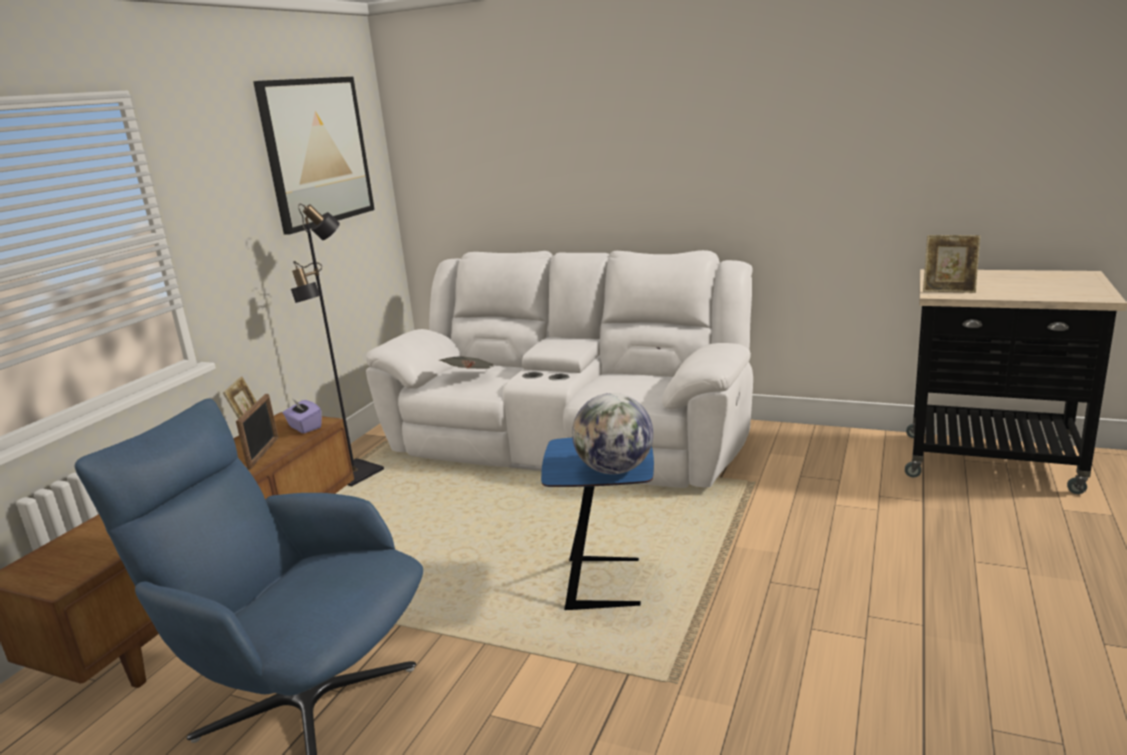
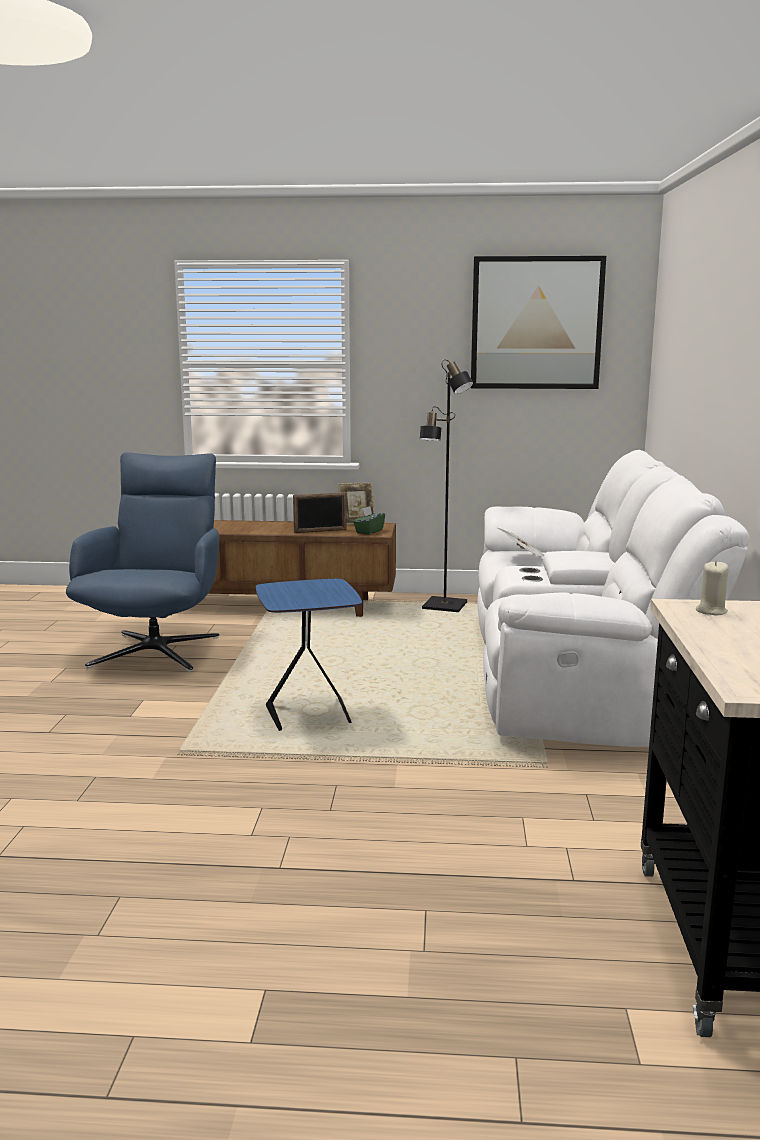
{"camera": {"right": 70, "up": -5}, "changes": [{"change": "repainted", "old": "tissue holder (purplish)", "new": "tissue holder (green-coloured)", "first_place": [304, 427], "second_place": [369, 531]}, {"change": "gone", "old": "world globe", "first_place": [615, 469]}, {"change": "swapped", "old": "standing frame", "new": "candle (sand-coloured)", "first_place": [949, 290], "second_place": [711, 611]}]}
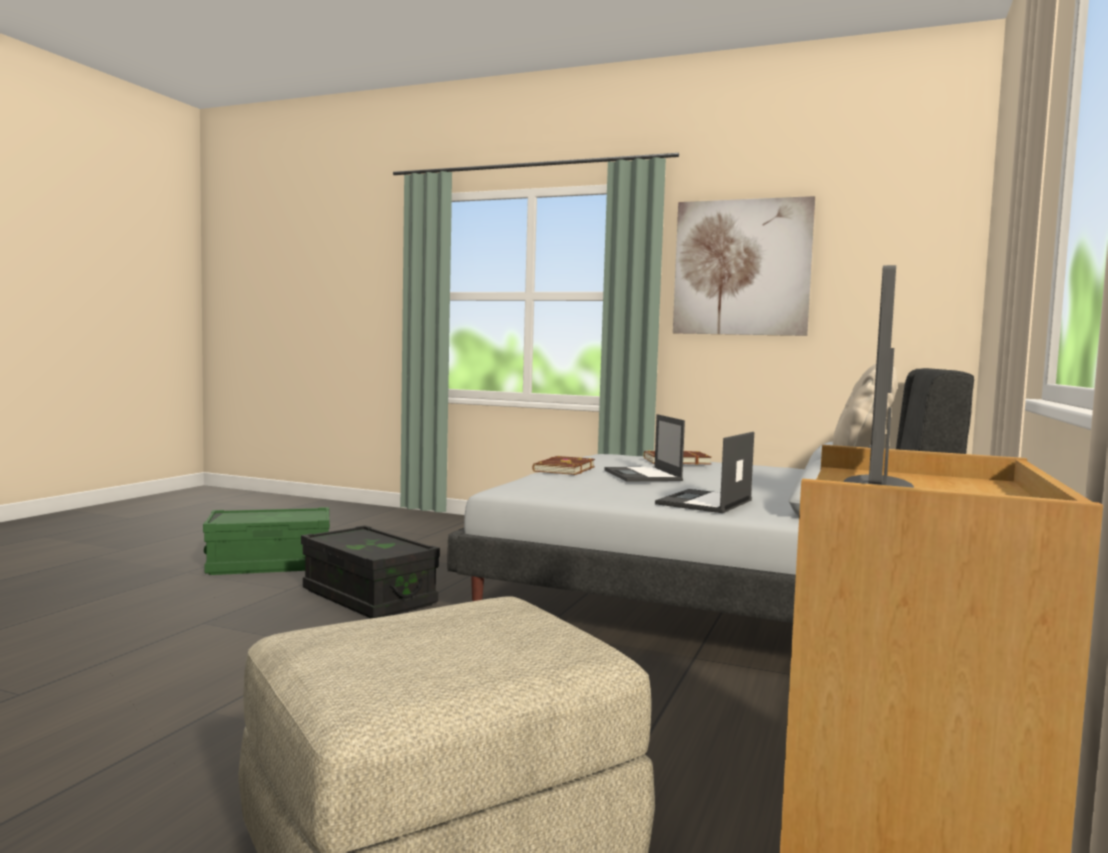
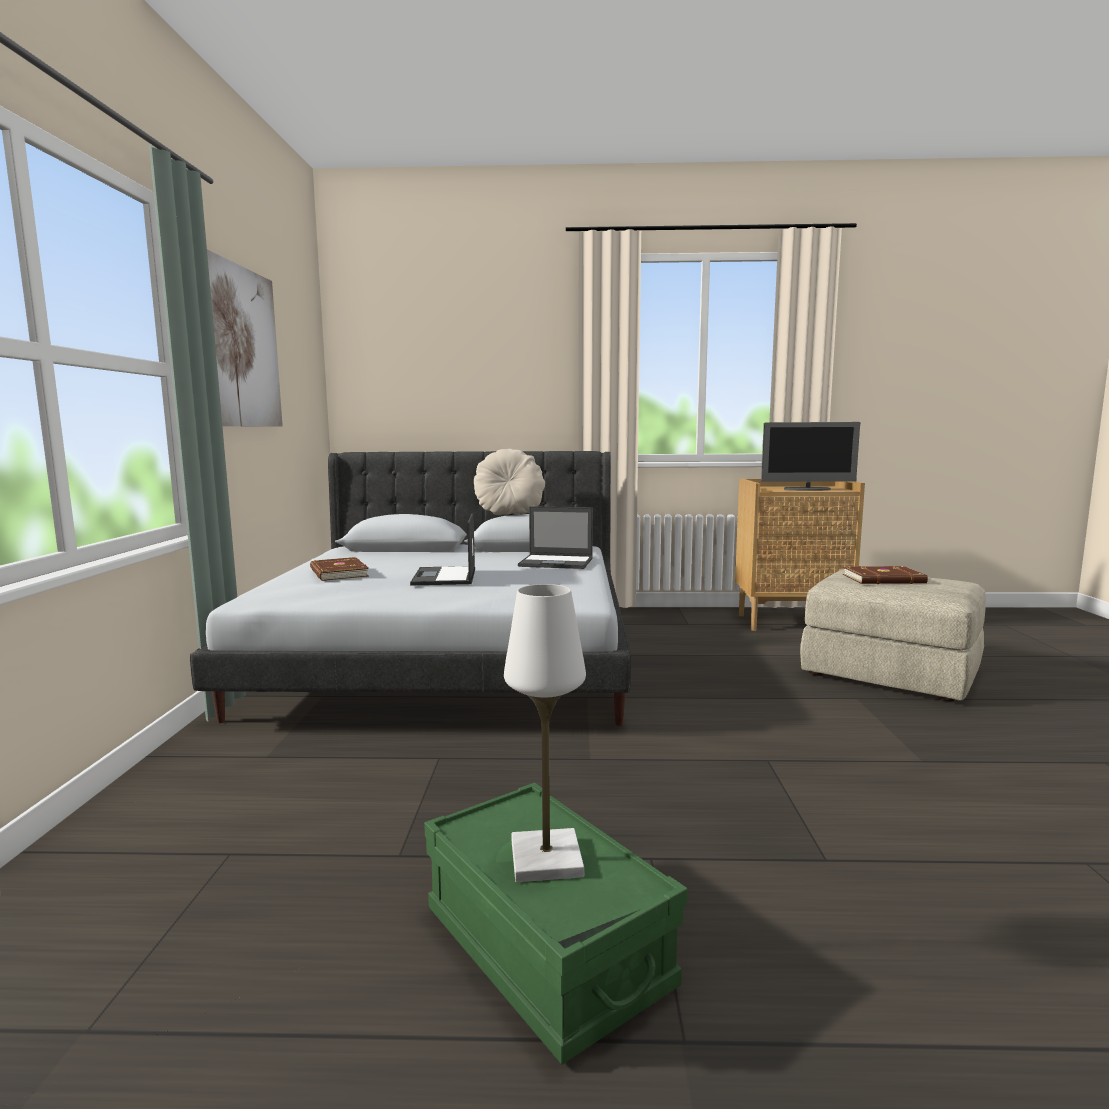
{"camera": {"right": -110, "up": 5}, "changes": [{"change": "gone", "old": "storage container (blackish)", "first_place": [368, 597]}, {"change": "shifted", "old": "bound book (brownish)", "first_place": [563, 469], "second_place": [884, 579]}, {"change": "rotated", "old": "notebook computer", "first_place": [643, 475], "second_place": [445, 577], "degrees": 120}, {"change": "new", "new": "lamp for a table (white)", "second_place": [546, 859]}]}
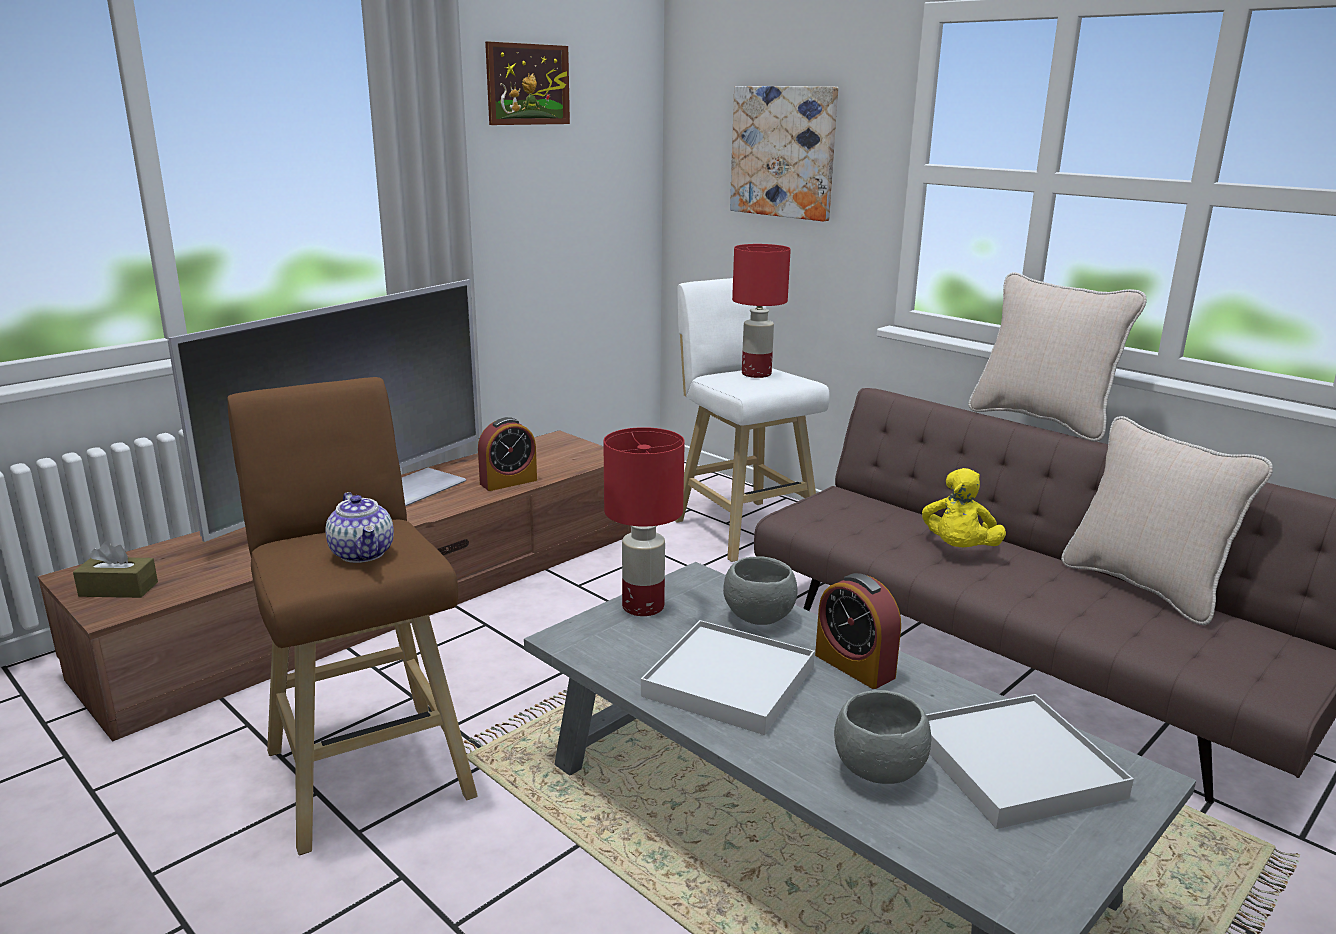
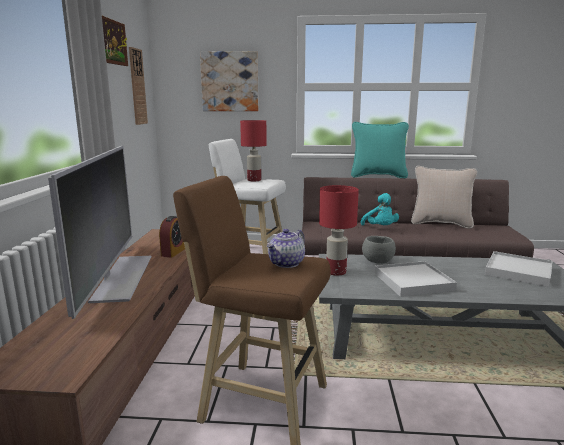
{"camera": {"right": -40, "up": -5}, "changes": [{"change": "gone", "old": "tissue holder (brownish)", "first_place": [118, 589]}, {"change": "rotated", "old": "pot for tea", "first_place": [363, 553], "second_place": [286, 263], "degrees": 105}, {"change": "gone", "old": "table clock", "first_place": [854, 666]}, {"change": "gone", "old": "deep dish (greyish)", "first_place": [877, 771]}, {"change": "repainted", "old": "plush toy (yellow)", "new": "plush toy (turquoise)", "first_place": [958, 550], "second_place": [380, 228]}, {"change": "repainted", "old": "pillow (sand-coloured)", "new": "pillow (turquoise)", "first_place": [1042, 420], "second_place": [378, 176]}, {"change": "new", "new": "clock on the wall", "second_place": [137, 87]}]}
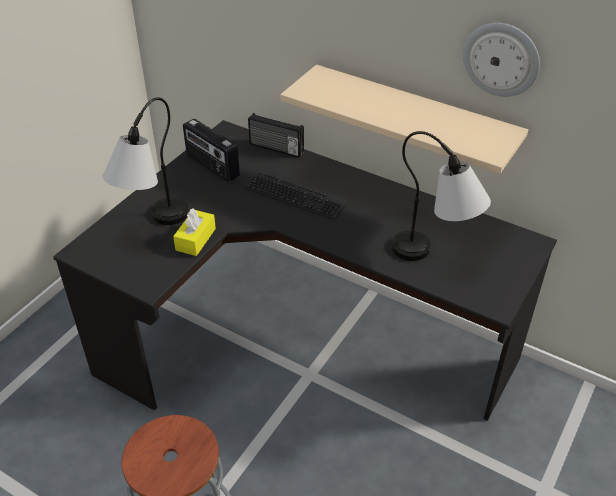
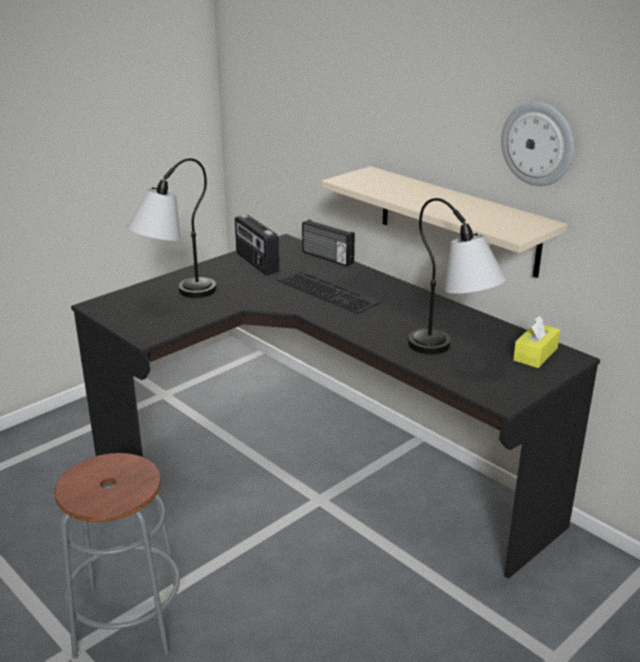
{"camera": {"right": 15, "up": -15}, "changes": [{"change": "shifted", "old": "tissue holder (yellow)", "first_place": [195, 239], "second_place": [535, 354]}]}
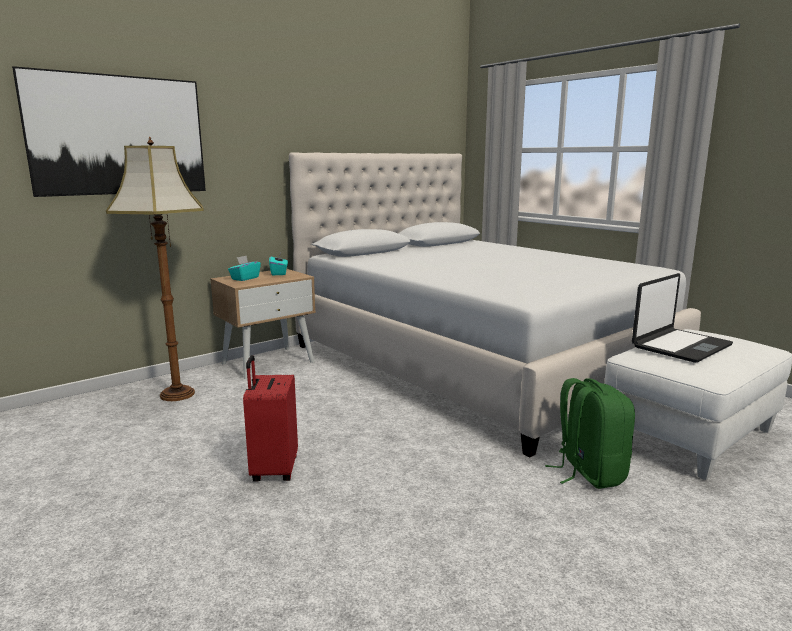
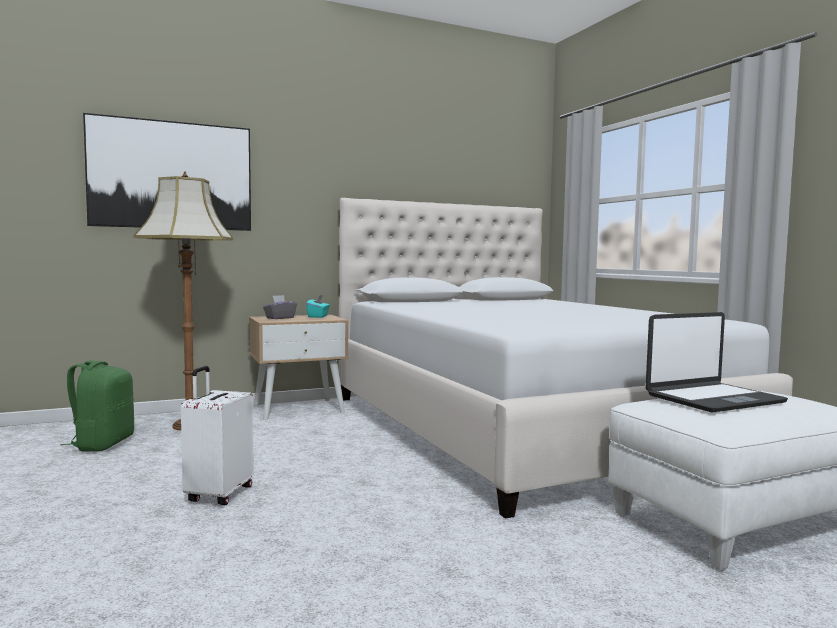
{"camera": {"right": 15, "up": -10}, "changes": [{"change": "repainted", "old": "tissue holder (turquoise)", "new": "tissue holder (greyish)", "first_place": [245, 278], "second_place": [280, 318]}, {"change": "repainted", "old": "piece of luggage (red)", "new": "piece of luggage (white)", "first_place": [273, 470], "second_place": [218, 495]}, {"change": "shifted", "old": "knapsack (green-coloured)", "first_place": [588, 472], "second_place": [102, 444]}]}
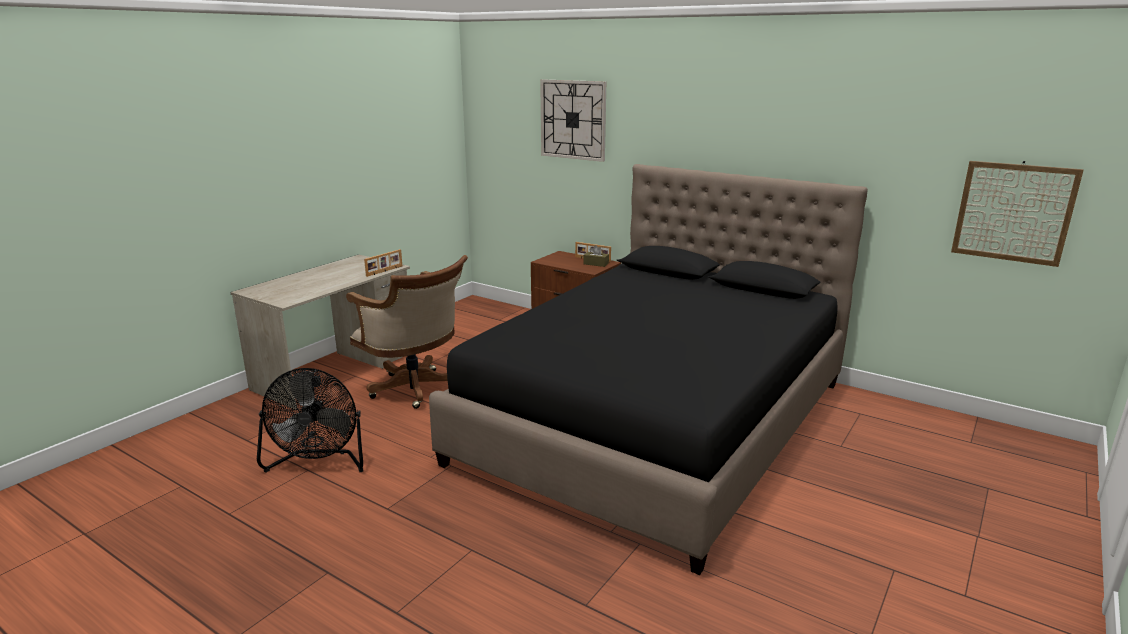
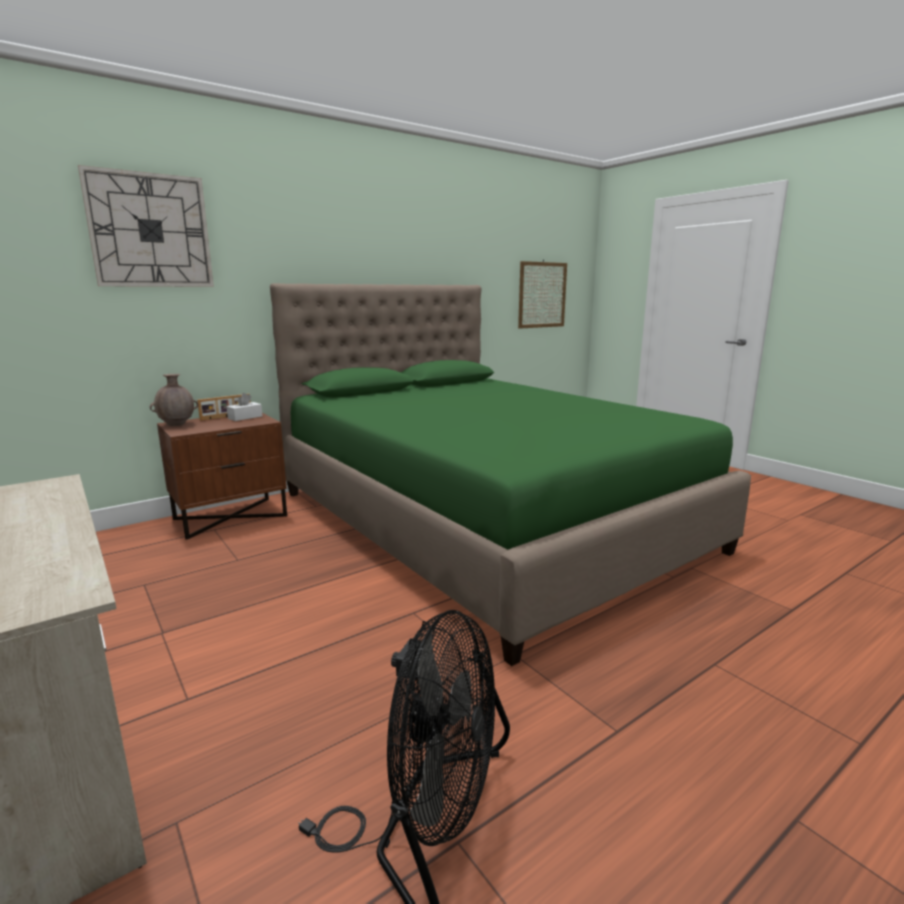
{"camera": {"right": -70, "up": -5}, "changes": [{"change": "gone", "old": "computer chair", "first_place": [417, 390]}, {"change": "gone", "old": "standing frame", "first_place": [385, 271]}, {"change": "repainted", "old": "bed (blackish)", "new": "bed (green-coloured)", "first_place": [658, 421], "second_place": [483, 519]}, {"change": "repainted", "old": "tissue holder (brownish)", "new": "tissue holder (white)", "first_place": [596, 264], "second_place": [245, 417]}, {"change": "new", "new": "vase (brownish)", "second_place": [177, 425]}]}
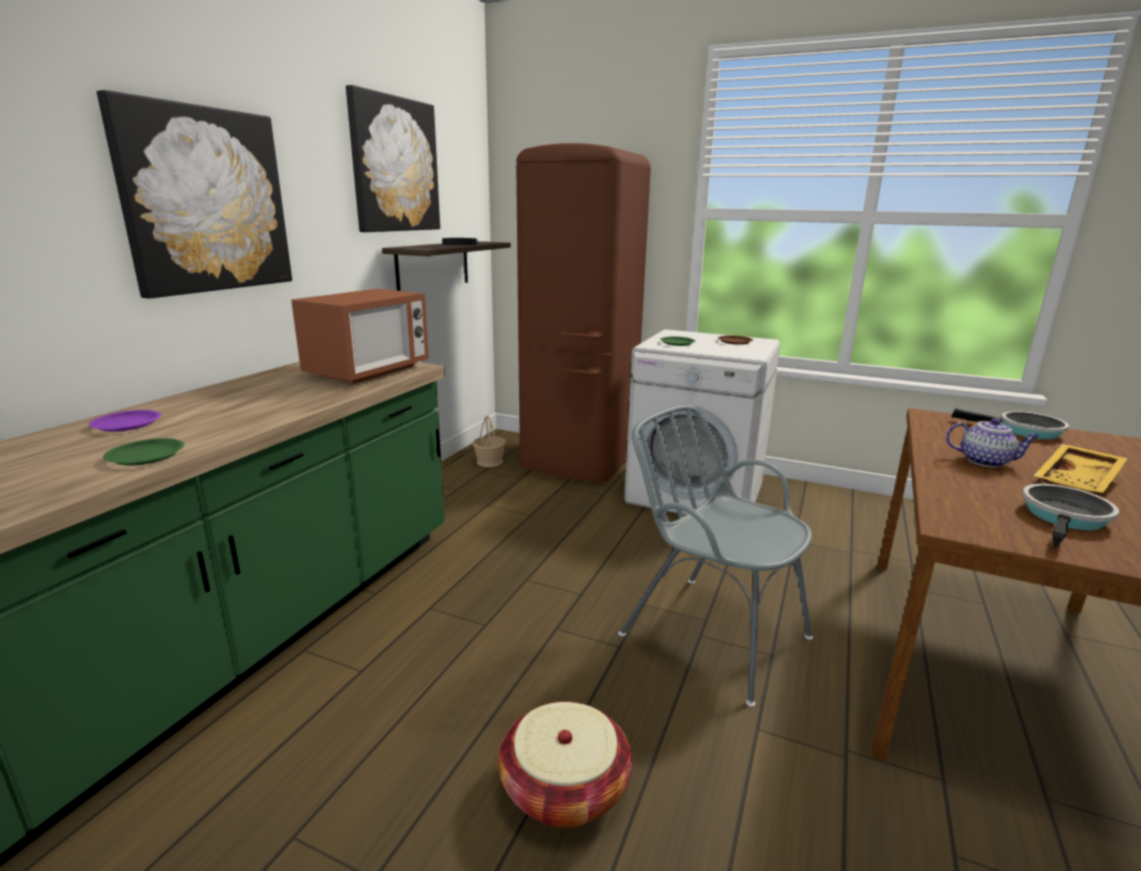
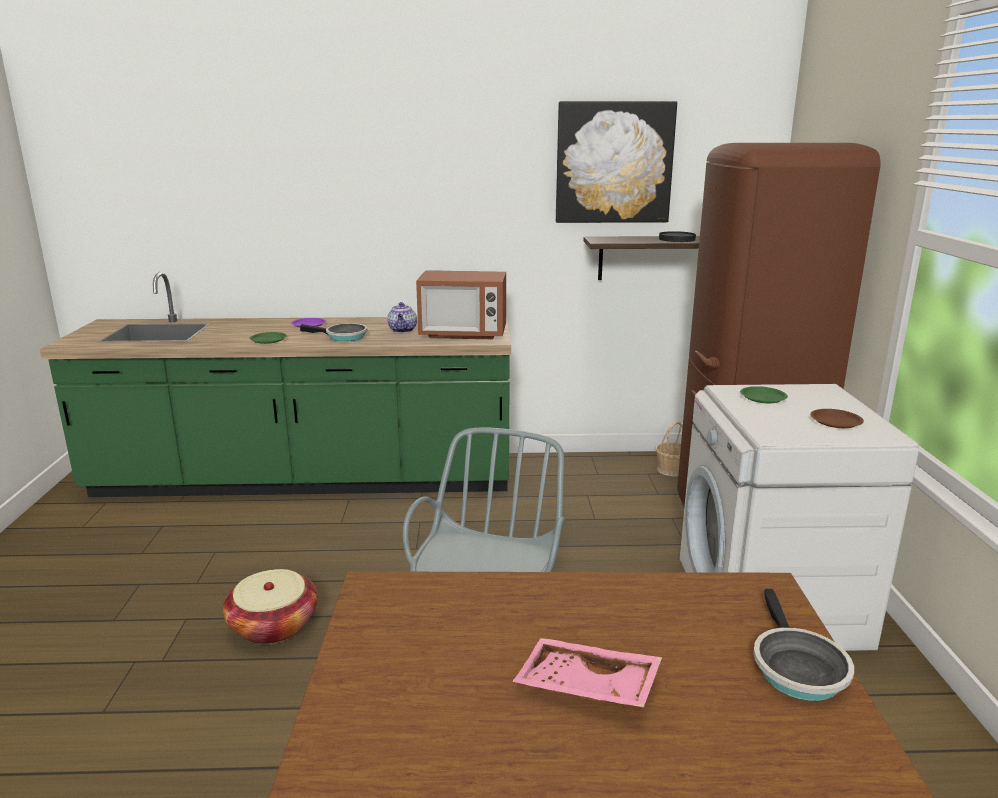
{"camera": {"right": 65, "up": 0}, "changes": [{"change": "gone", "old": "wall picture", "first_place": [205, 201]}, {"change": "shifted", "old": "pot for tea", "first_place": [986, 461], "second_place": [403, 330]}, {"change": "shifted", "old": "frying pan", "first_place": [1064, 518], "second_place": [343, 337]}, {"change": "repainted", "old": "carrying tray (yellow)", "new": "carrying tray (pinkish)", "first_place": [1079, 480], "second_place": [586, 688]}]}
